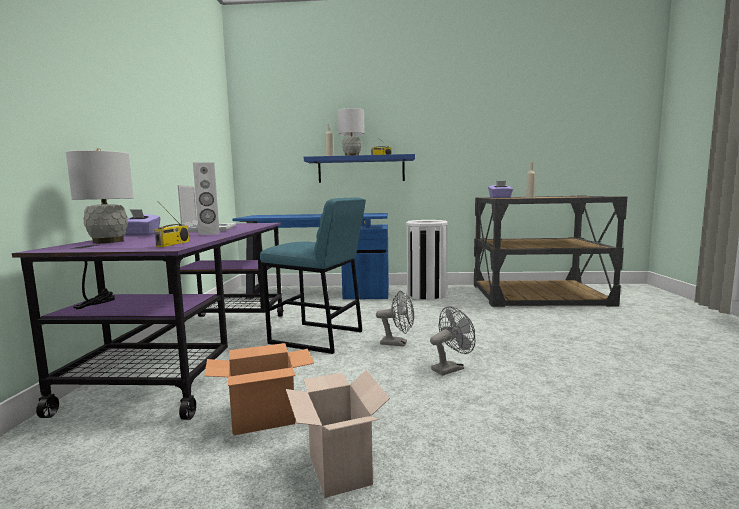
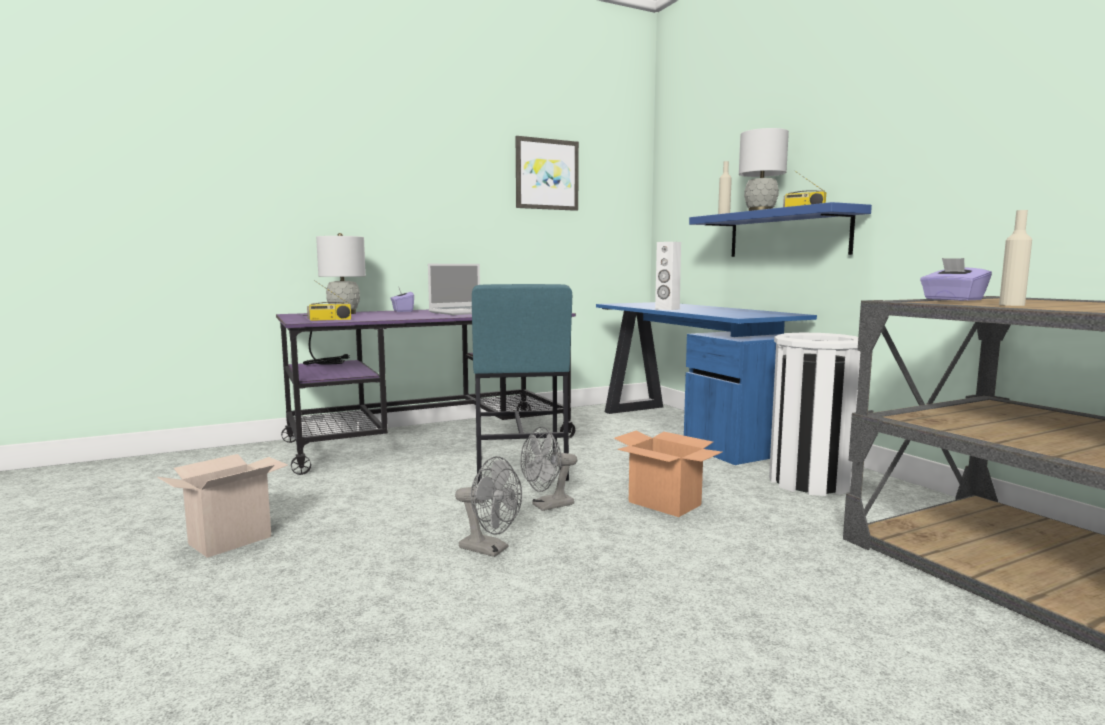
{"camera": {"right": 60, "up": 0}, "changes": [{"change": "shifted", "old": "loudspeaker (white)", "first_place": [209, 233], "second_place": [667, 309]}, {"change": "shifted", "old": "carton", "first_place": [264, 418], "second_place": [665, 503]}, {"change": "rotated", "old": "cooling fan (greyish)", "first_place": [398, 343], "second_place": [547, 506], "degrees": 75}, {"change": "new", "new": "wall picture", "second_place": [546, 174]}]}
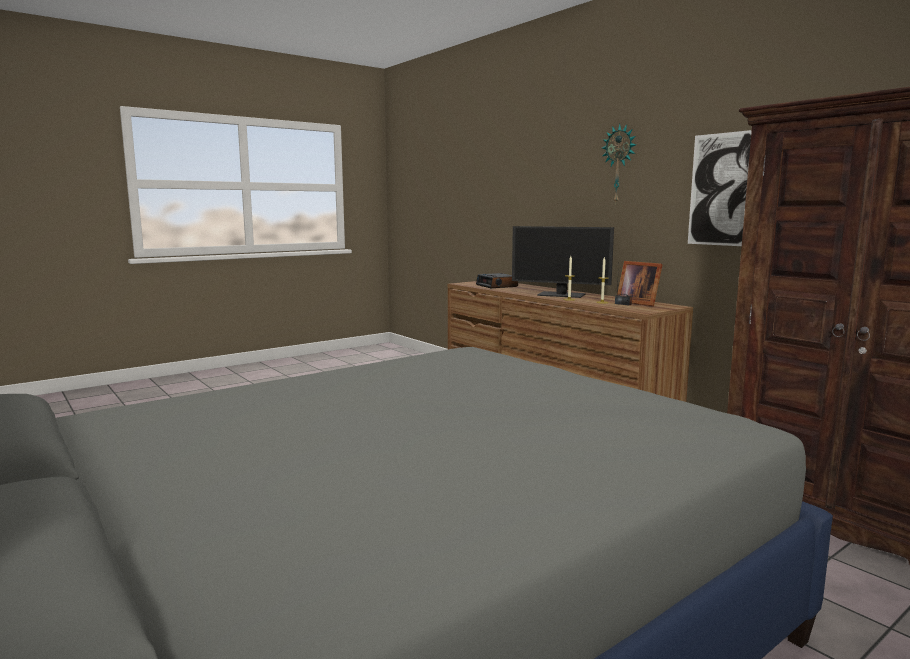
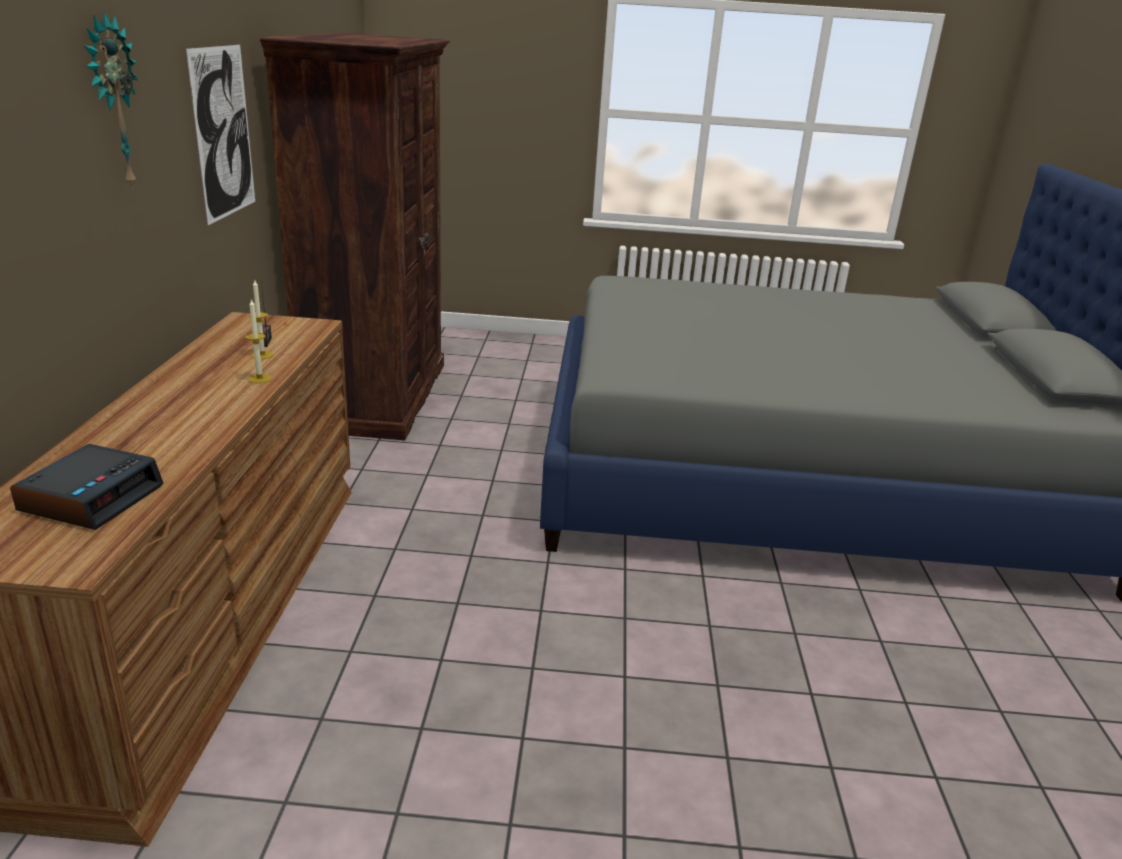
{"camera": {"right": -140, "up": 15}, "changes": [{"change": "gone", "old": "computer screen", "first_place": [562, 295]}, {"change": "gone", "old": "standing frame", "first_place": [638, 303]}]}
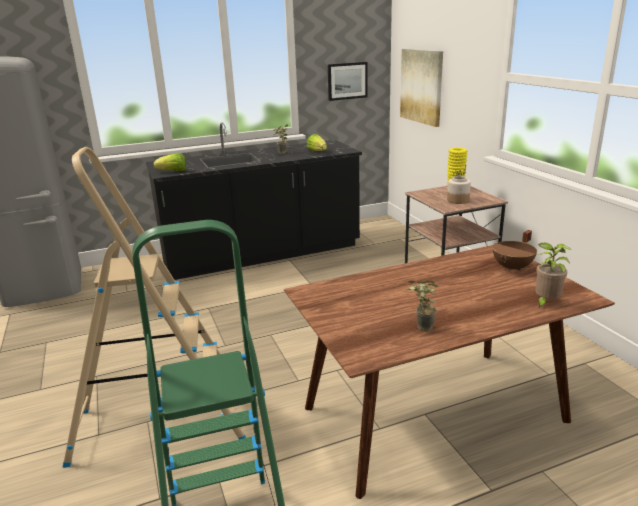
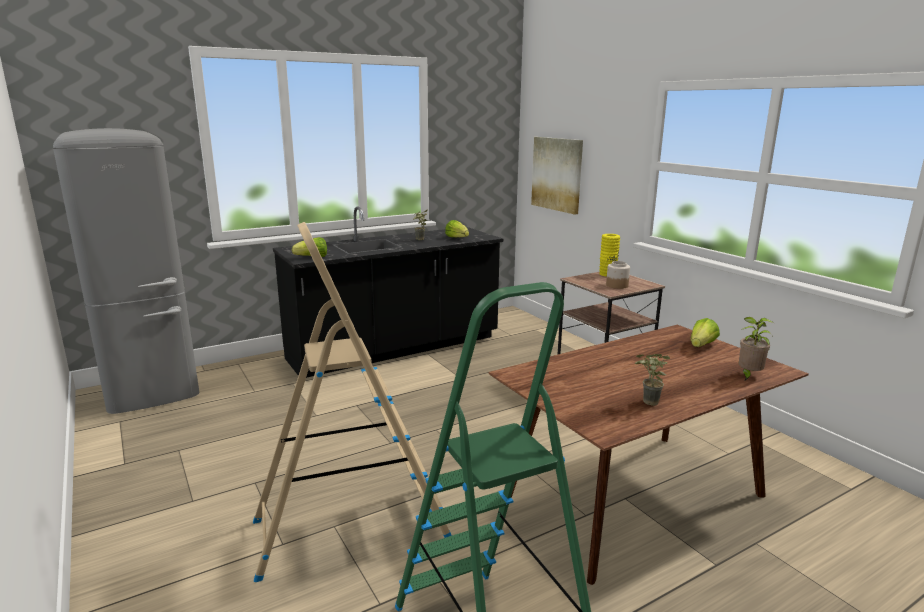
{"camera": {"right": -10, "up": -5}, "changes": [{"change": "gone", "old": "wall picture", "first_place": [347, 81]}, {"change": "swapped", "old": "cooking pot (brownish)", "new": "lettuce head", "first_place": [513, 268], "second_place": [701, 346]}]}
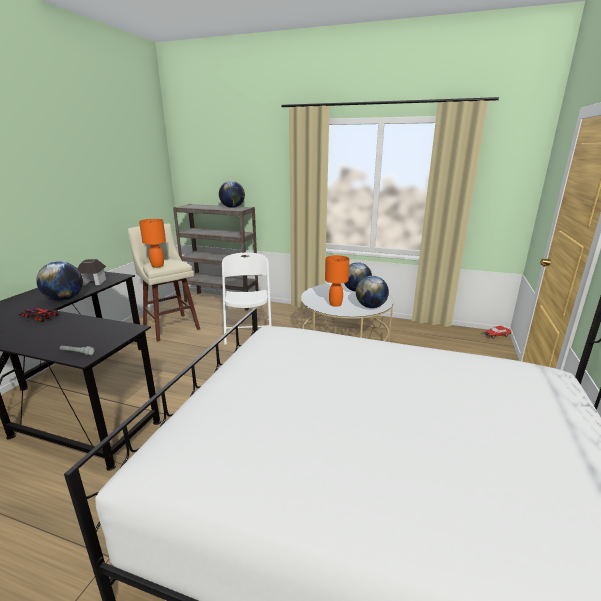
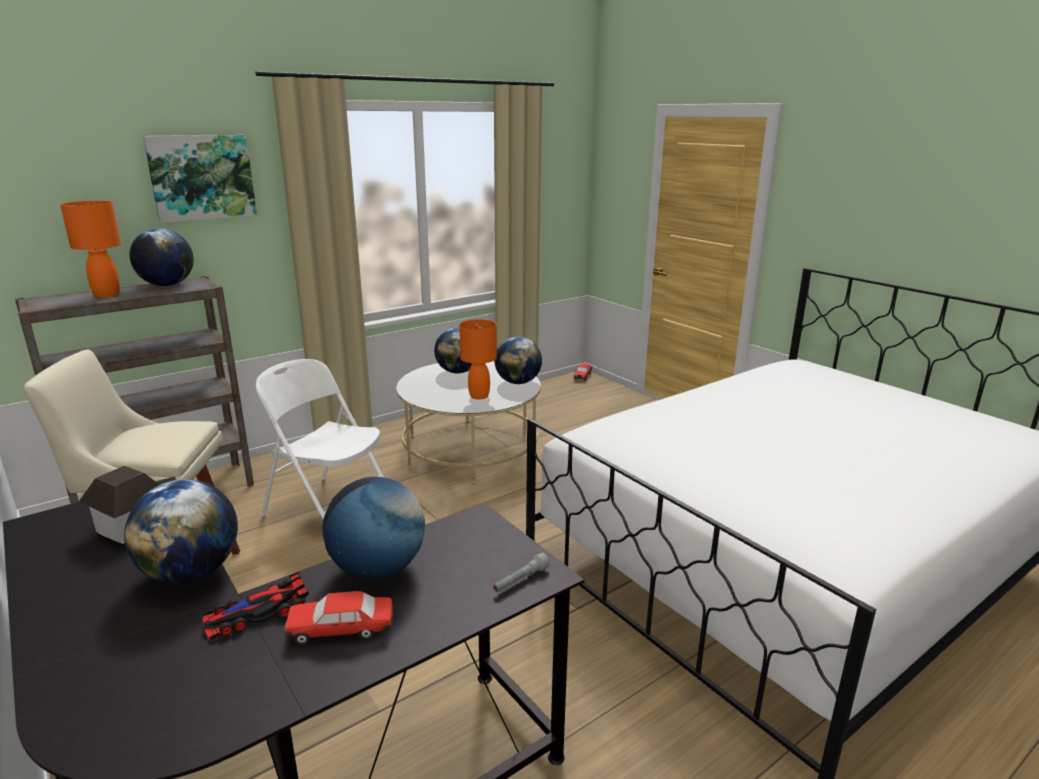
{"camera": {"right": -55, "up": 0}, "changes": [{"change": "shifted", "old": "lamp for a table (orange)", "first_place": [157, 266], "second_place": [107, 295]}, {"change": "new", "new": "wall picture", "second_place": [202, 177]}, {"change": "new", "new": "toy car", "second_place": [341, 629]}, {"change": "new", "new": "world globe", "second_place": [378, 568]}]}
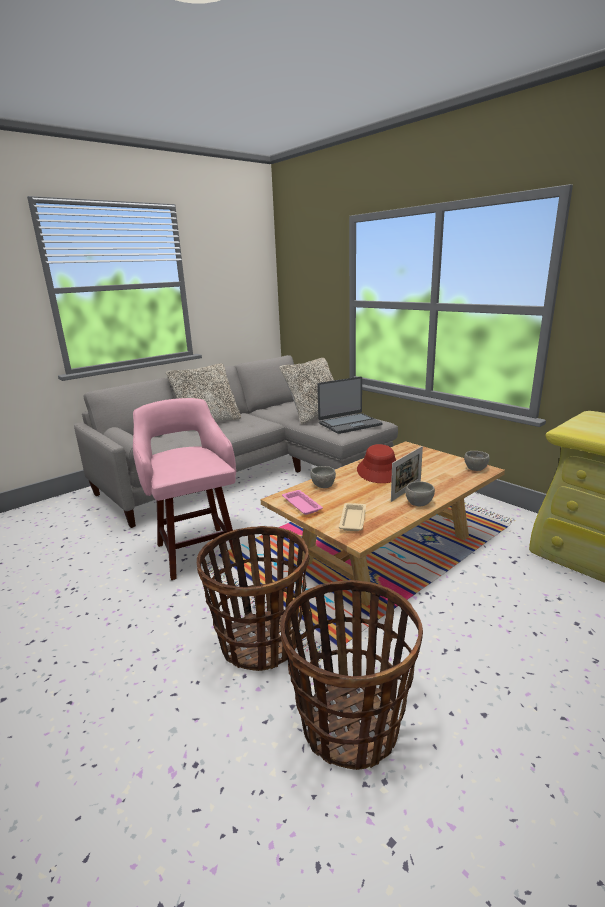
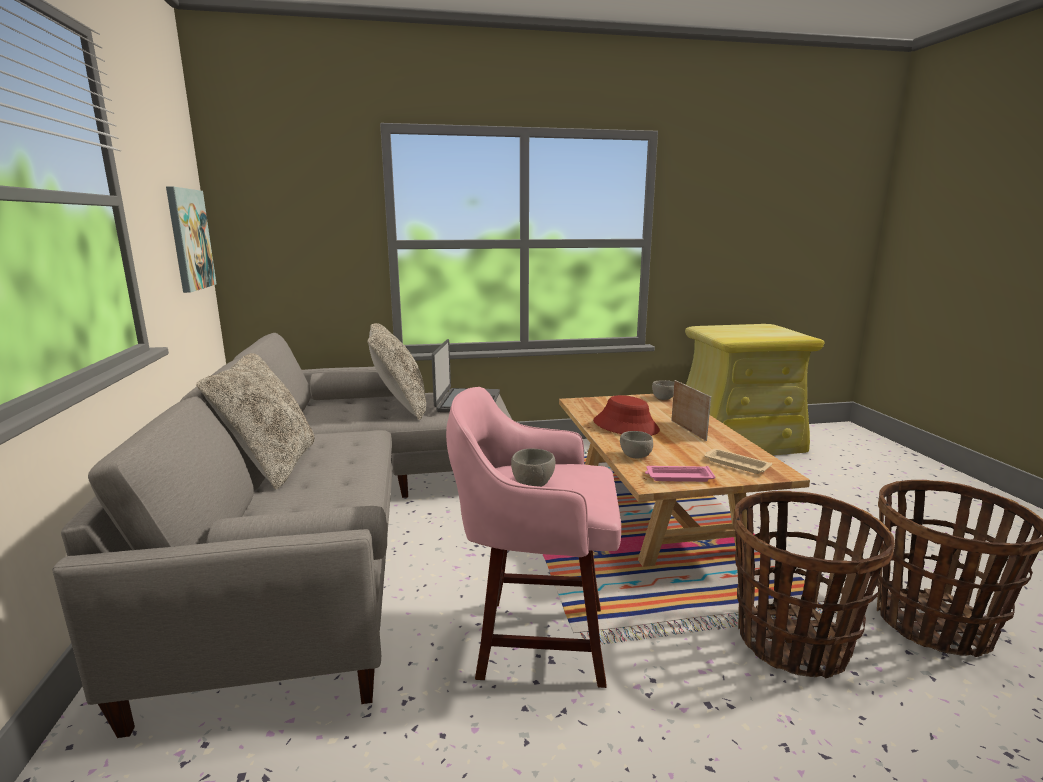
{"camera": {"right": -60, "up": -5}, "changes": [{"change": "shifted", "old": "deep dish (greyish)", "first_place": [418, 503], "second_place": [531, 483]}, {"change": "new", "new": "wall picture", "second_place": [189, 239]}]}
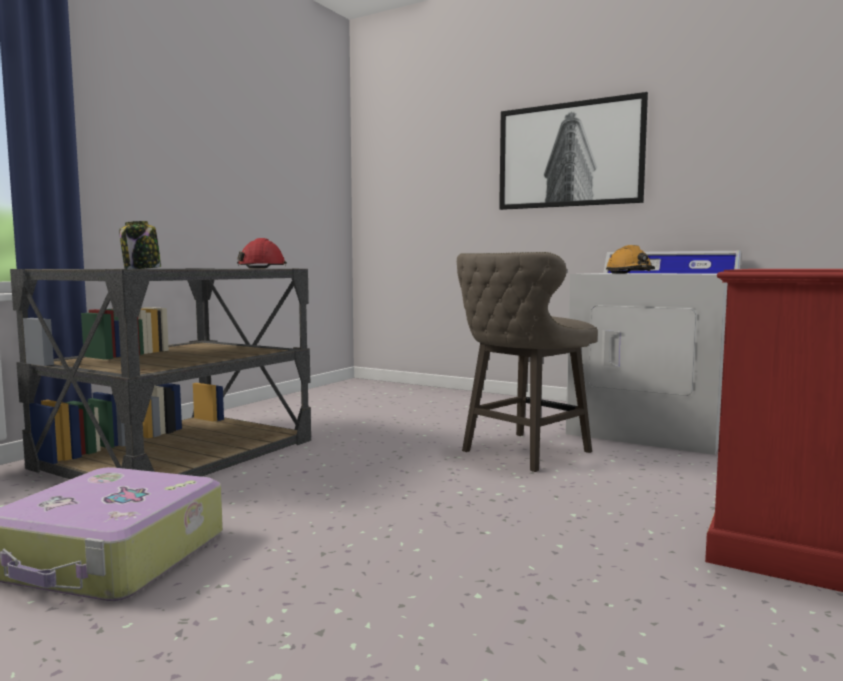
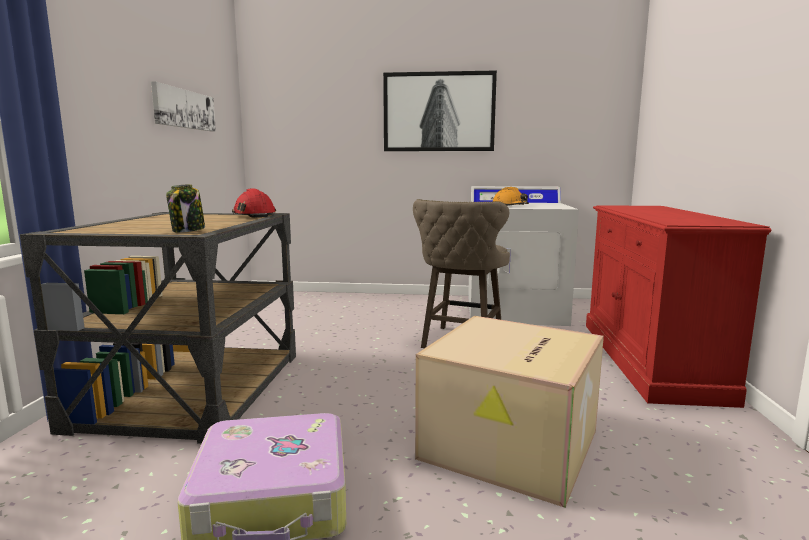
{"camera": {"right": -25, "up": 5}, "changes": [{"change": "new", "new": "wall picture", "second_place": [184, 109]}, {"change": "new", "new": "carton", "second_place": [511, 446]}]}
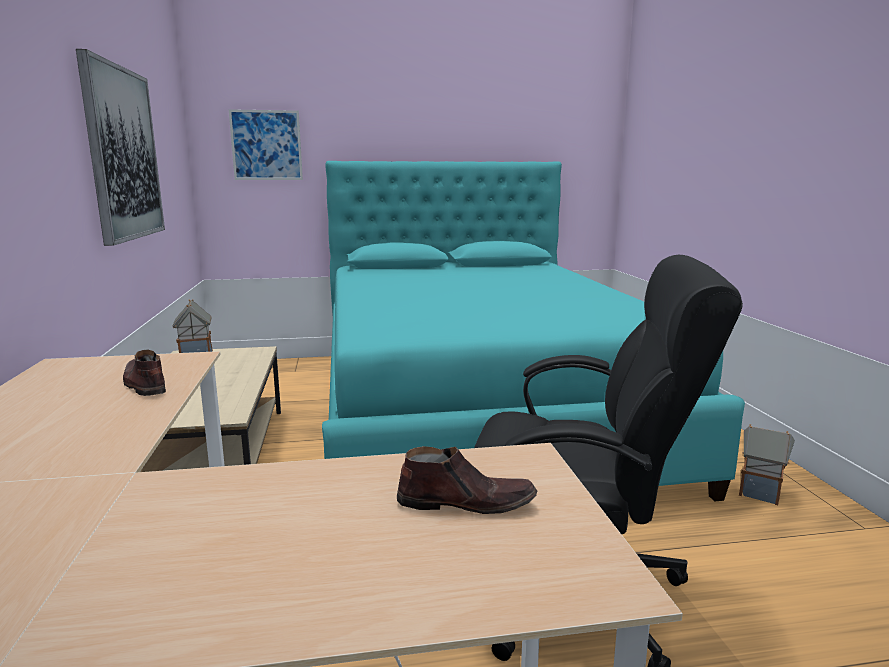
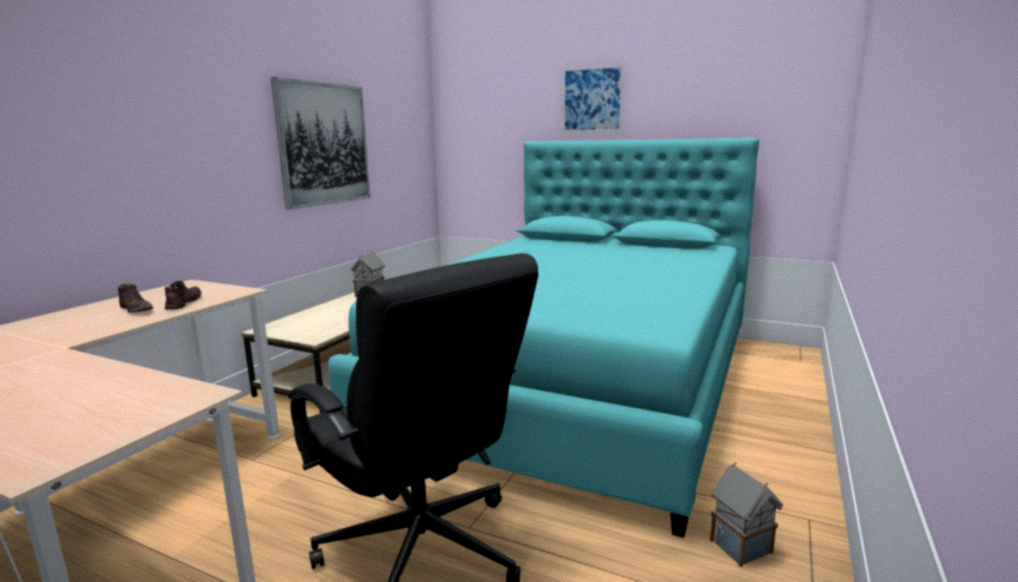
{"camera": {"right": 35, "up": 0}, "changes": [{"change": "shifted", "old": "wall picture", "first_place": [266, 145], "second_place": [592, 99]}, {"change": "shifted", "old": "shoe (brownish)", "first_place": [466, 502], "second_place": [137, 309]}]}
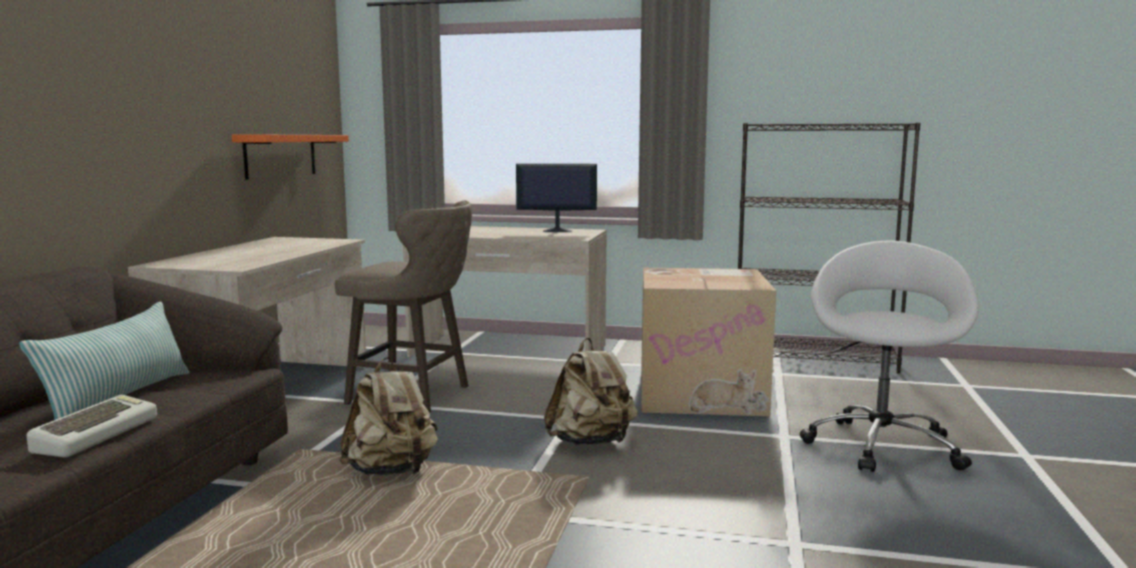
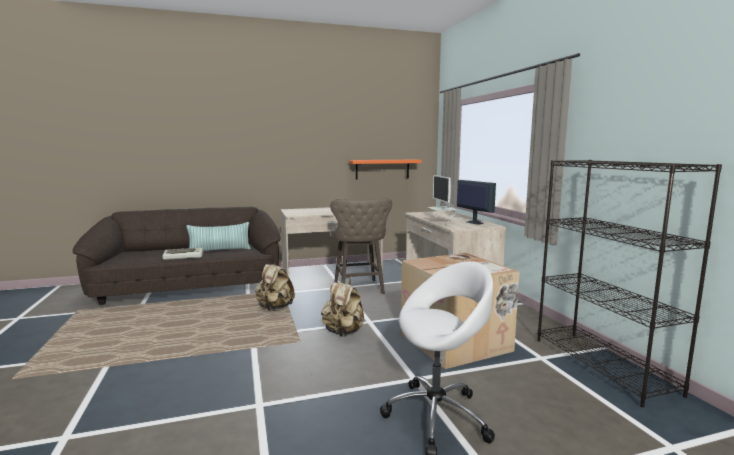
{"camera": {"right": 60, "up": 0}, "changes": [{"change": "new", "new": "computer screen", "second_place": [442, 223]}]}
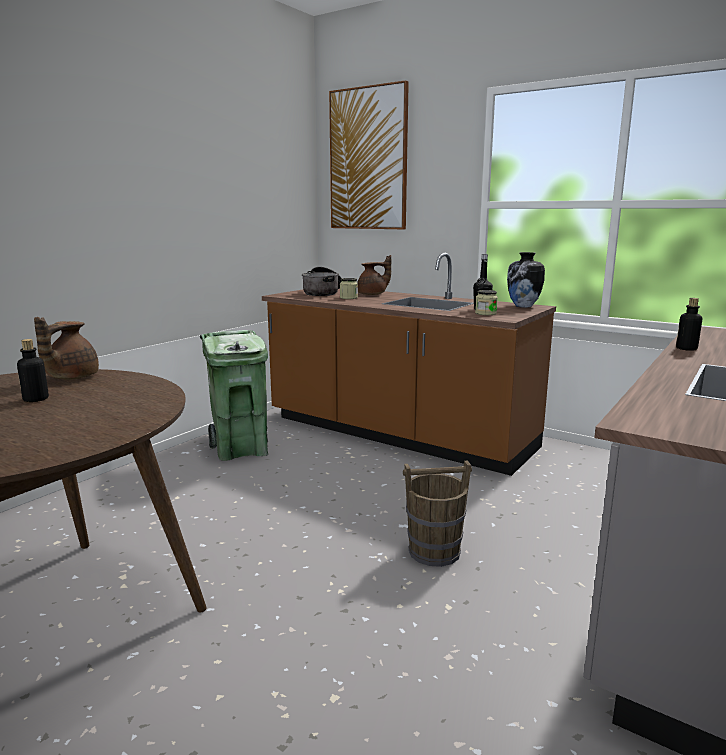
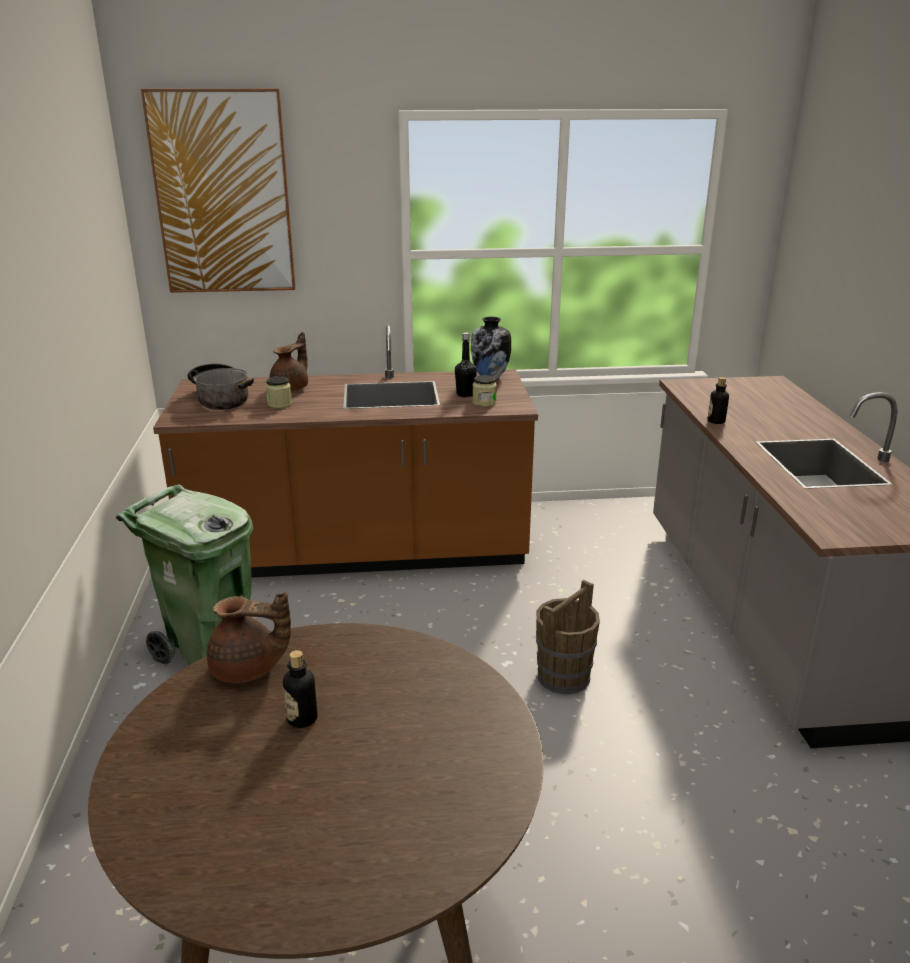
{"camera": {"right": -40, "up": 10}, "changes": [{"change": "rotated", "old": "pot for tea (brownish)", "first_place": [70, 377], "second_place": [248, 670], "degrees": -60}]}
